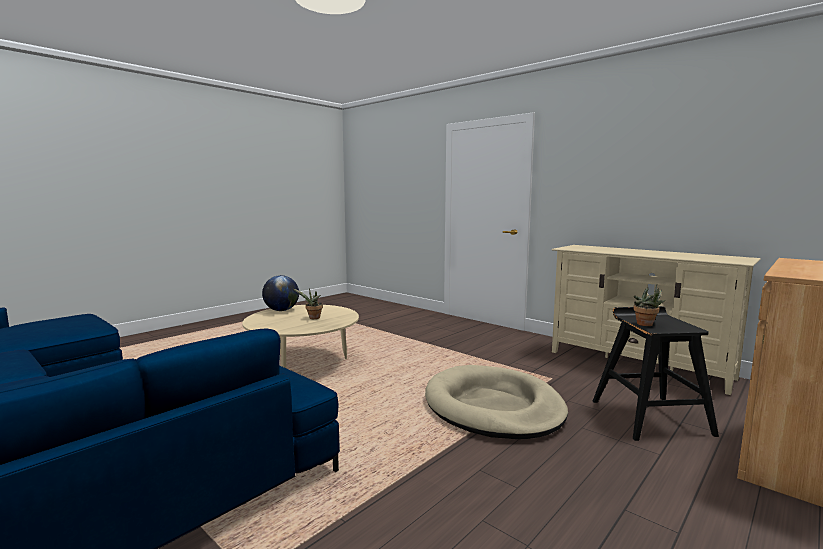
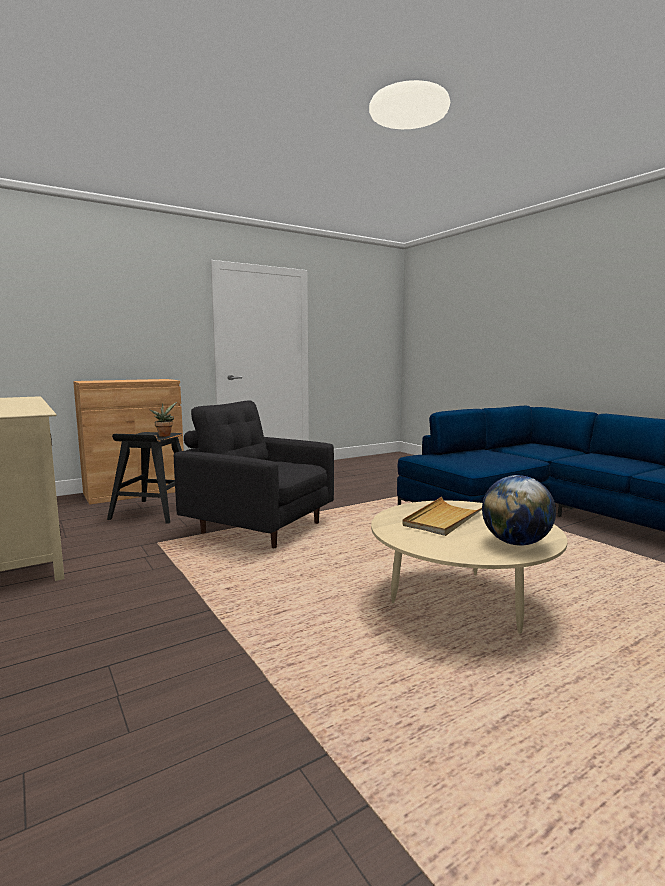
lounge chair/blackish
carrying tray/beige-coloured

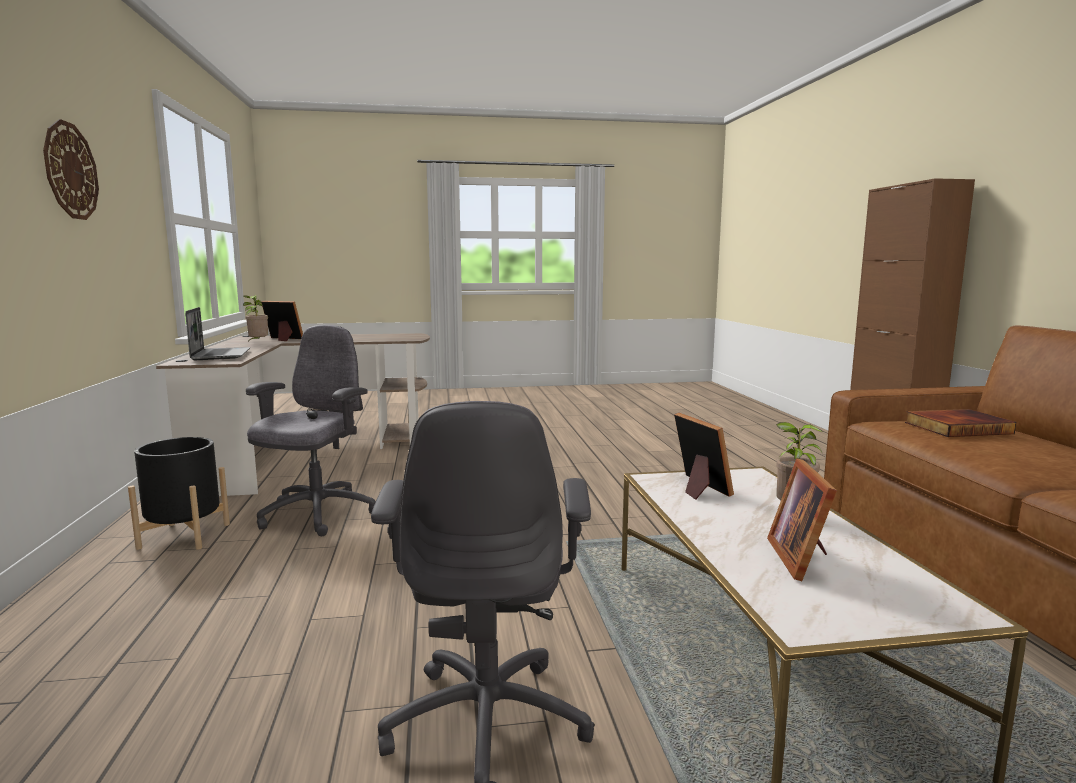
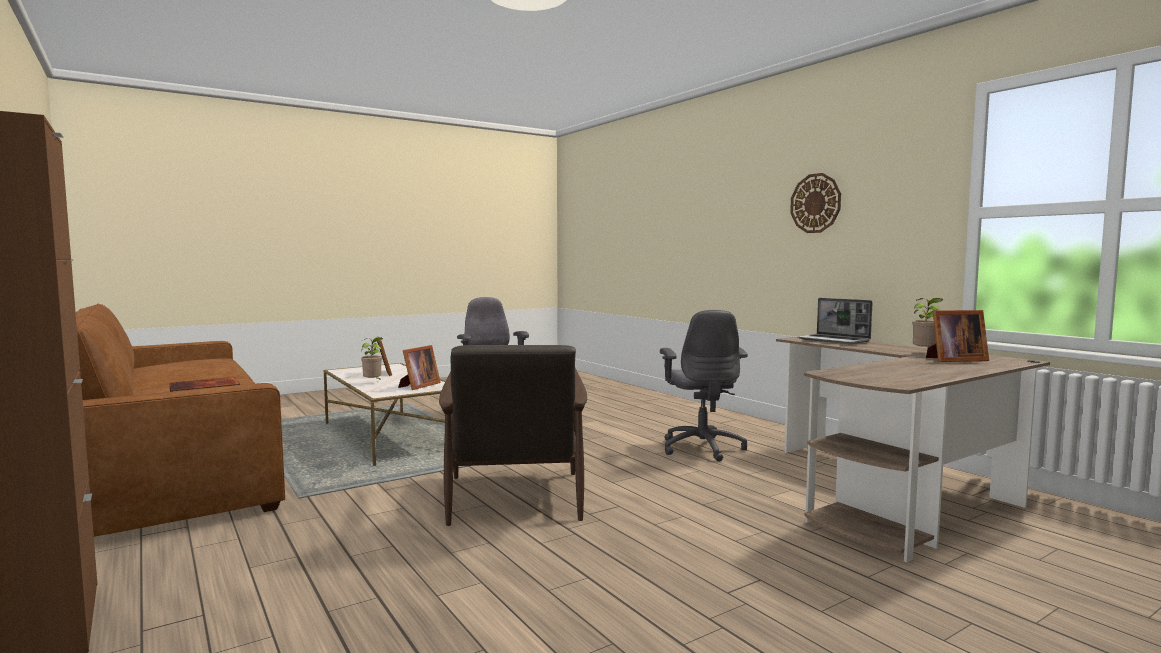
picture frame (2nd from left)
lounge chair/brownish
flower pot/blackish

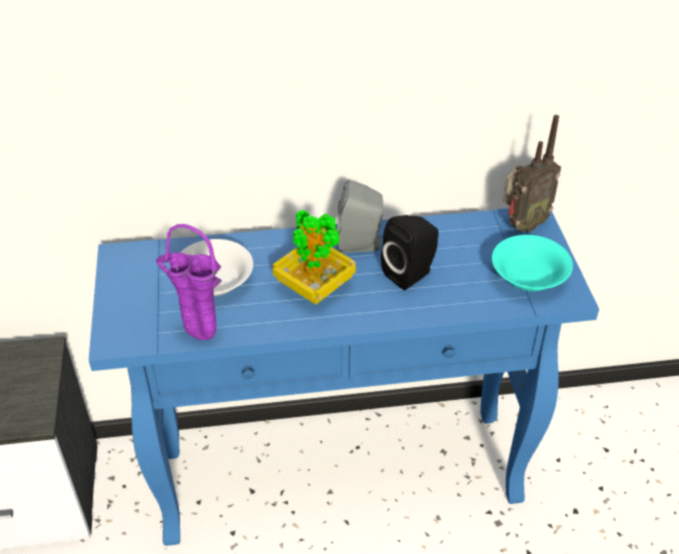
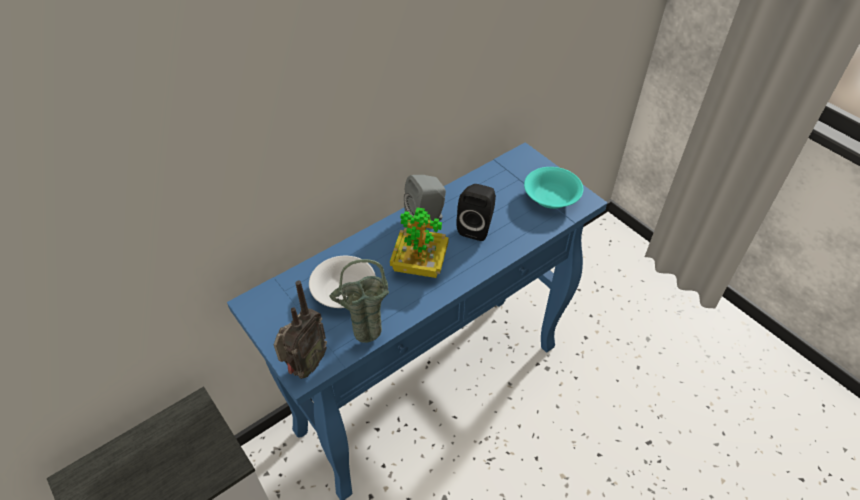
radio receiver
decorative vase/green

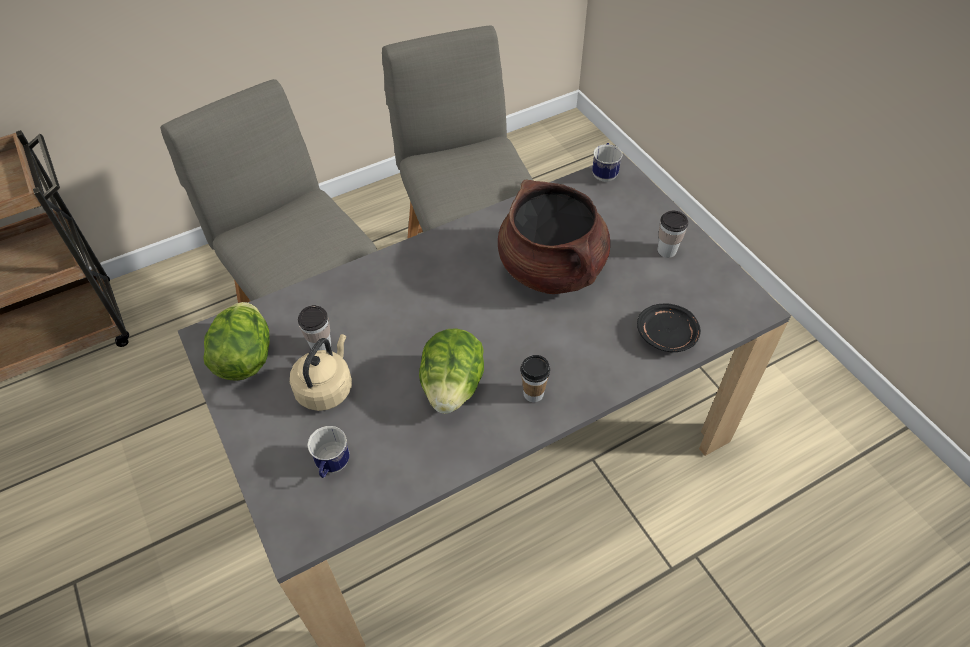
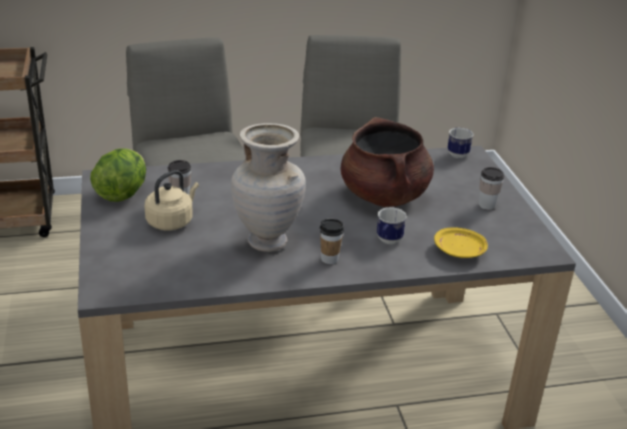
decorative vase/beige-coloured
tea mug (1st from left)
flat dish/yellow-coloured

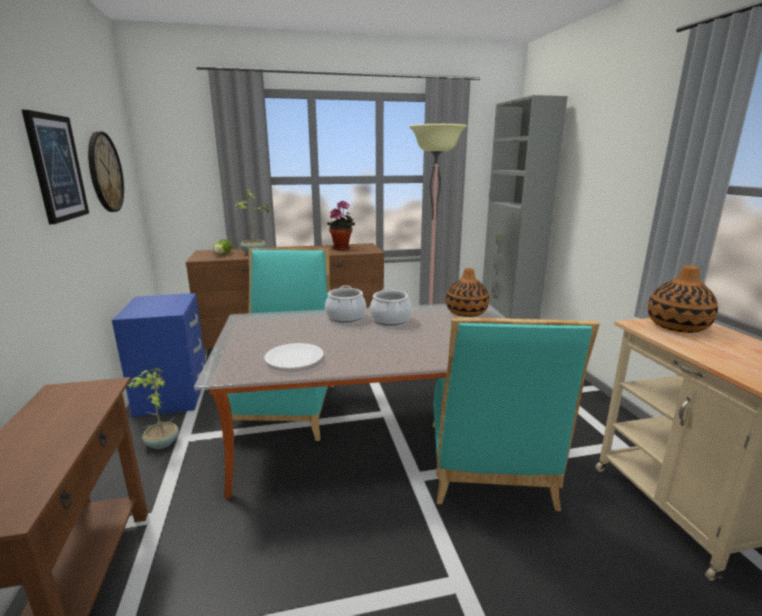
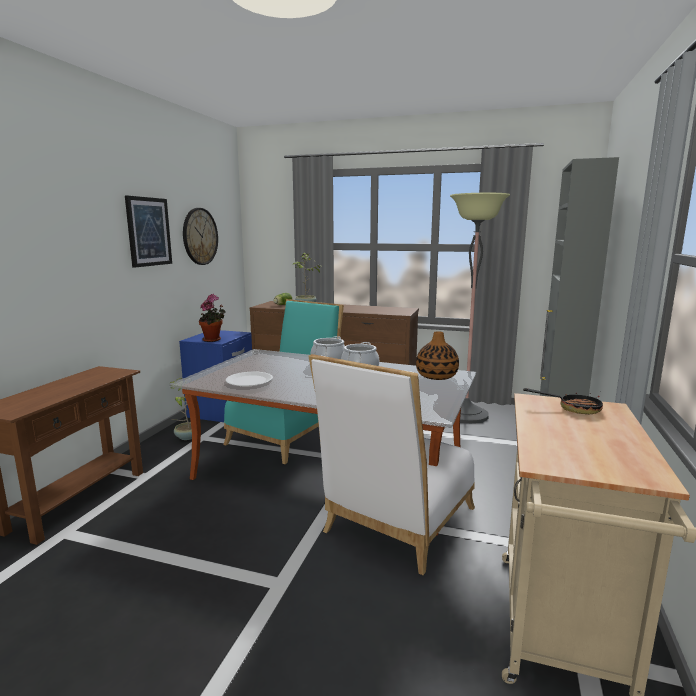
potted plant (2nd from left)
chair/white
pan

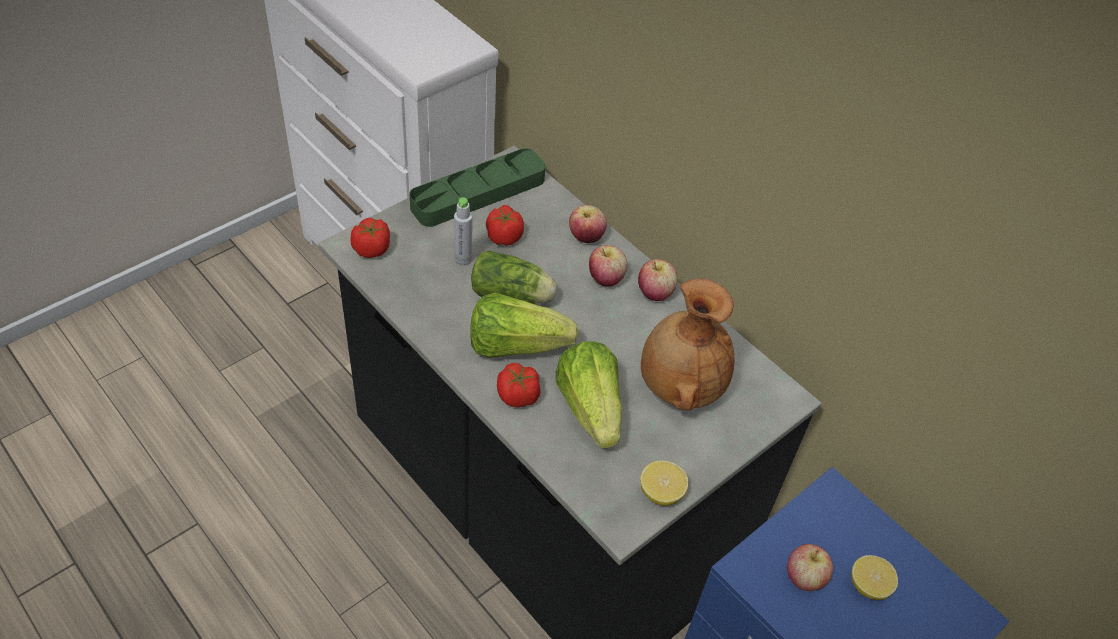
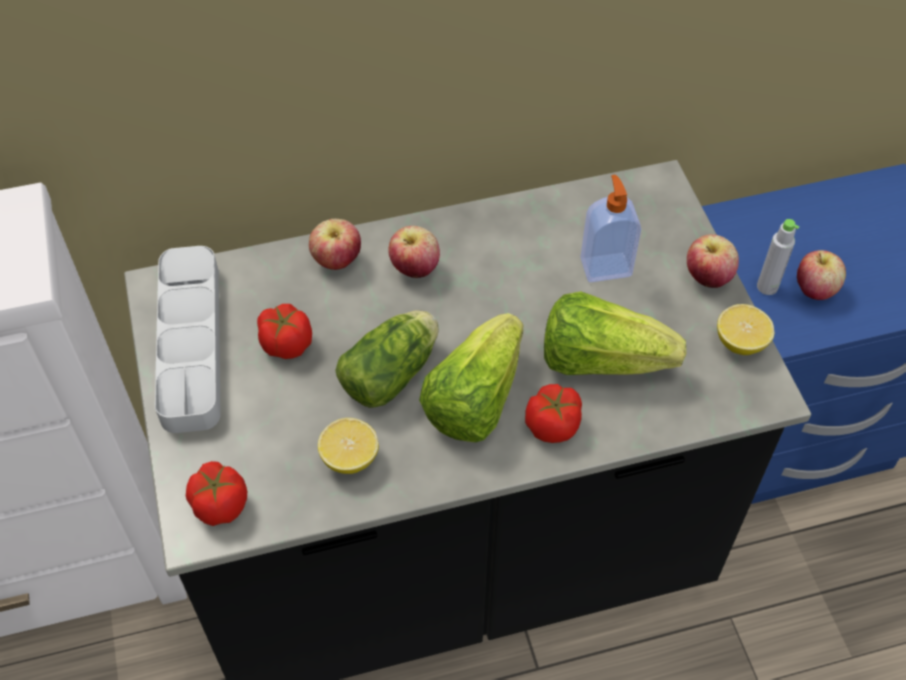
carrying tray/gray
lemon (1st from left)
soap dispenser
whole apple (3rd from left)
beverage bottle/gray

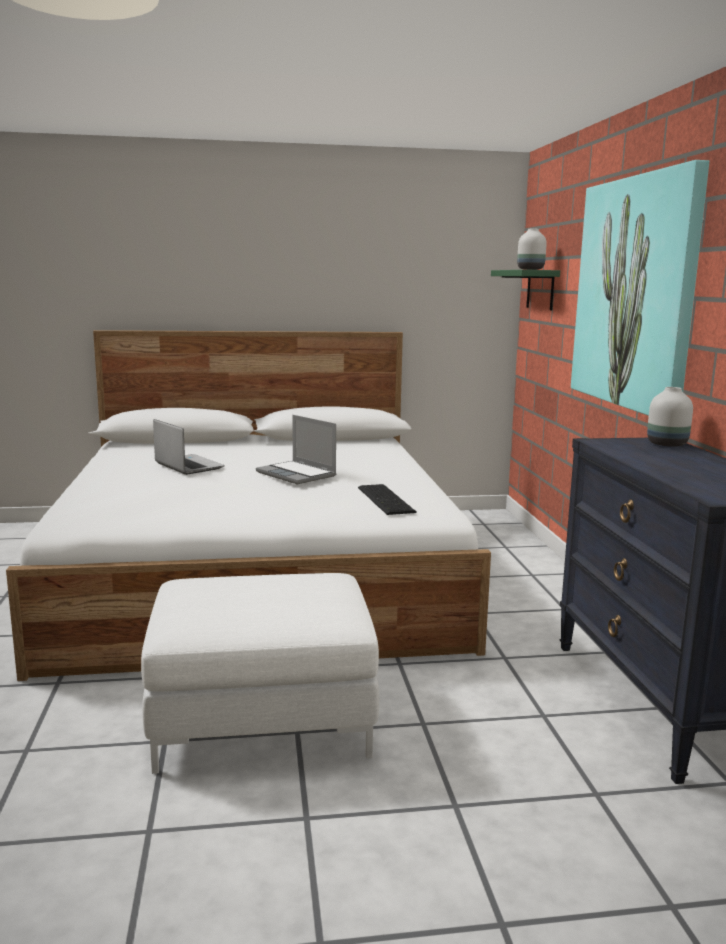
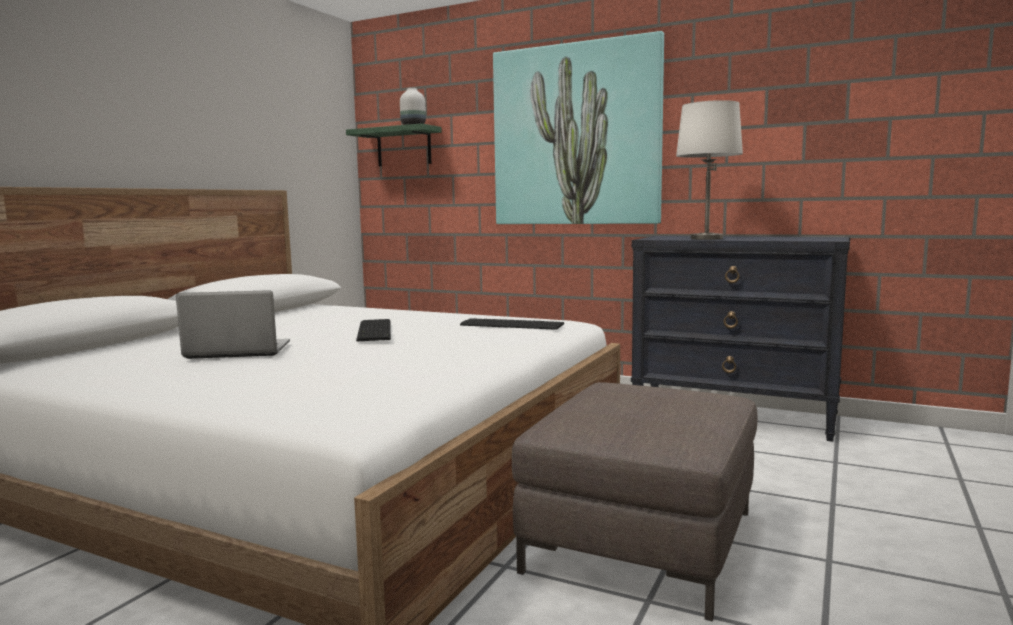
PC keyboard (1st from left)
pouffe/brownish
lamp for a table/white
decorative vase/white (2nd from left in the first image)

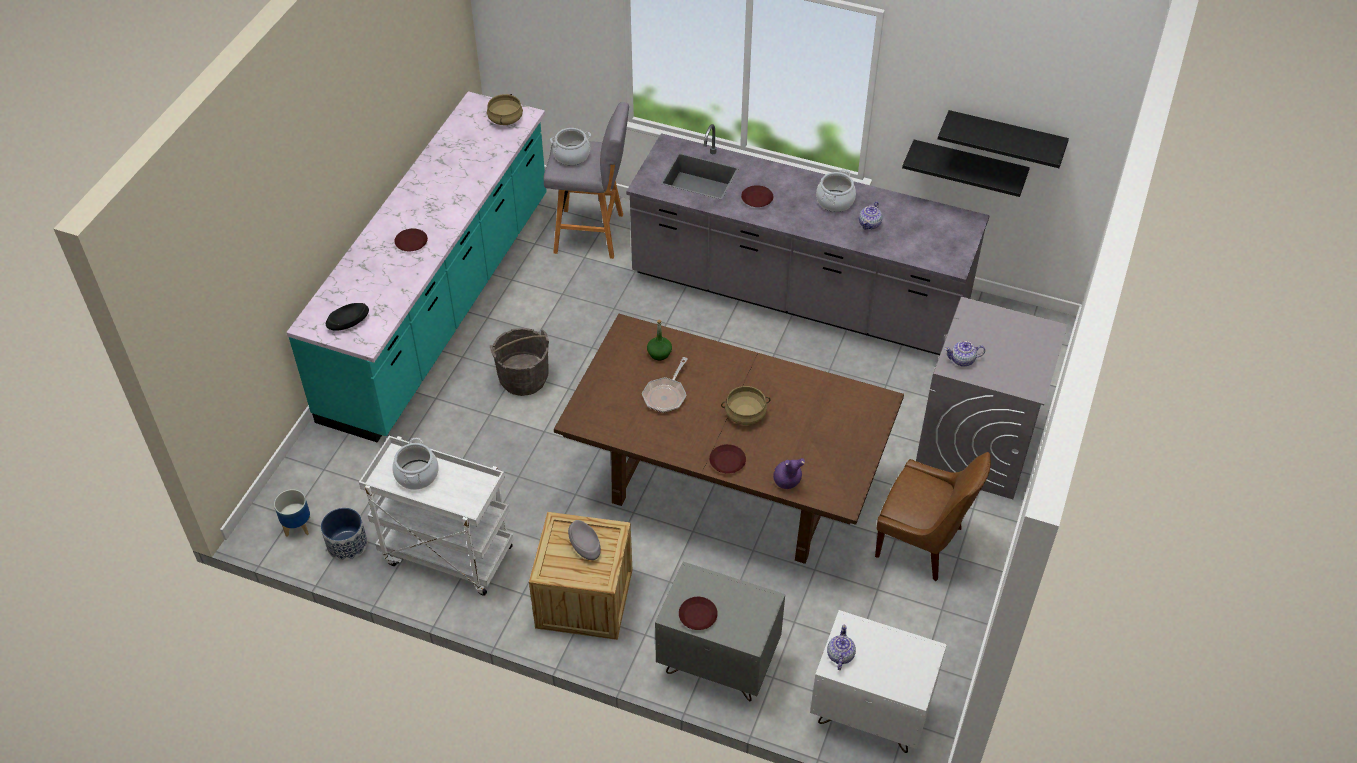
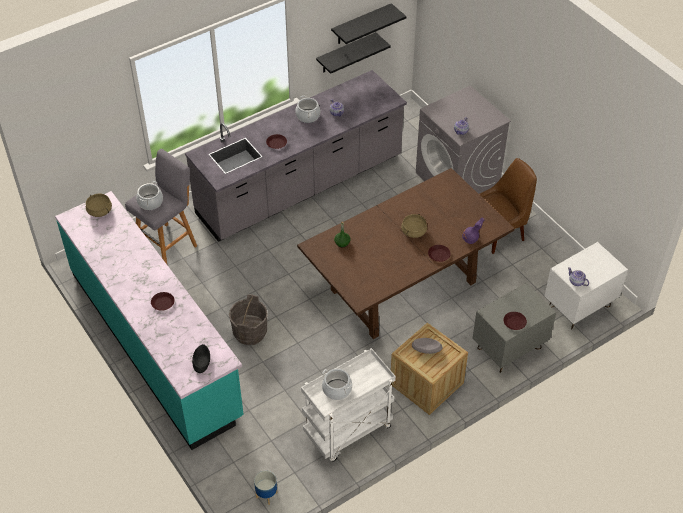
flower pot (2nd from left in the first image)
pan

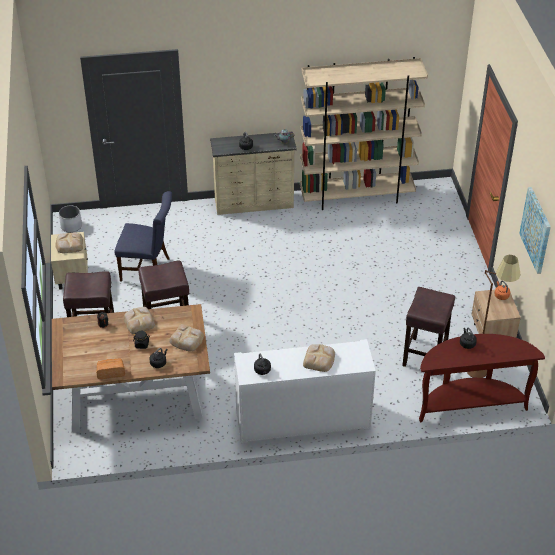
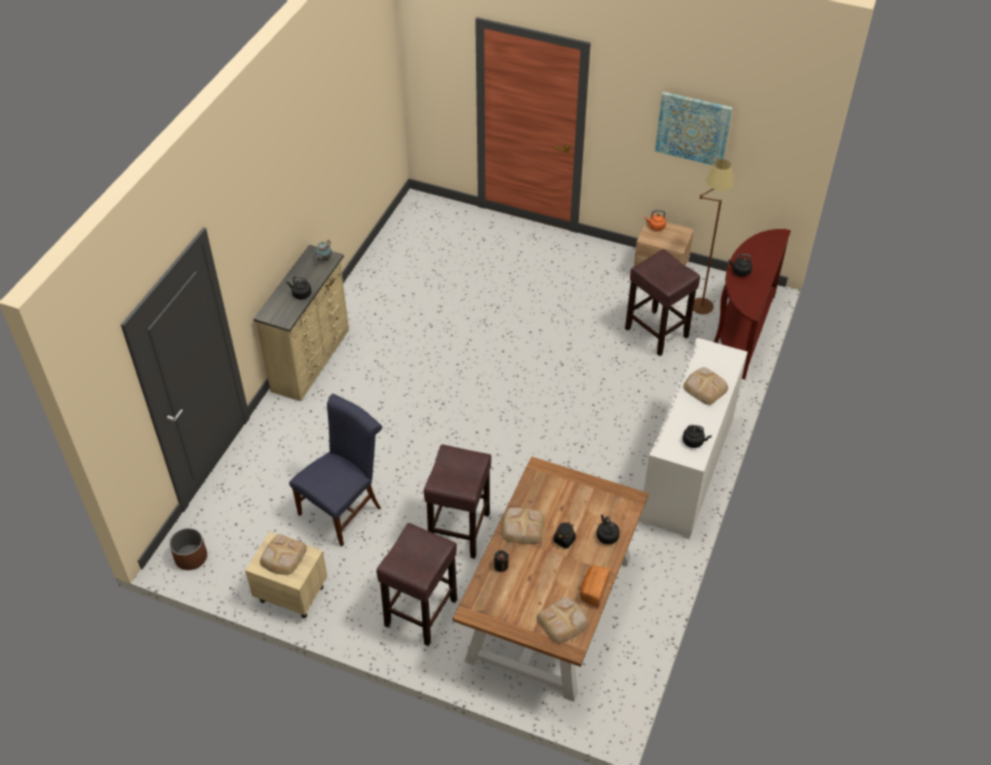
flower pot/brownish
bread (3rd from left)
bookcase/beige-coloured

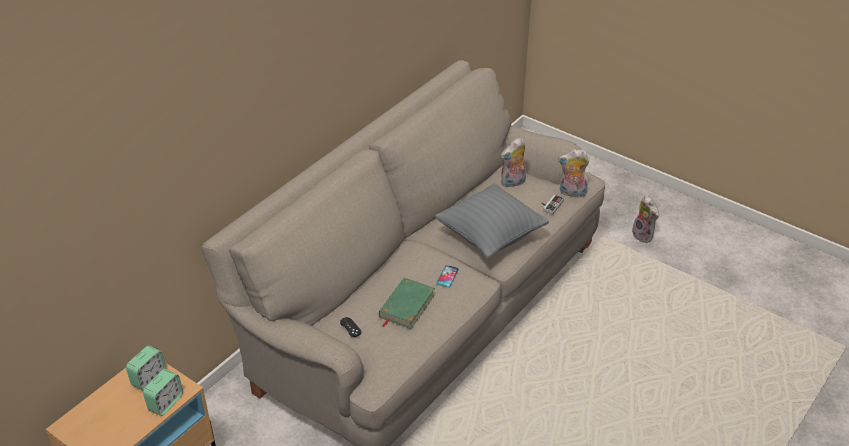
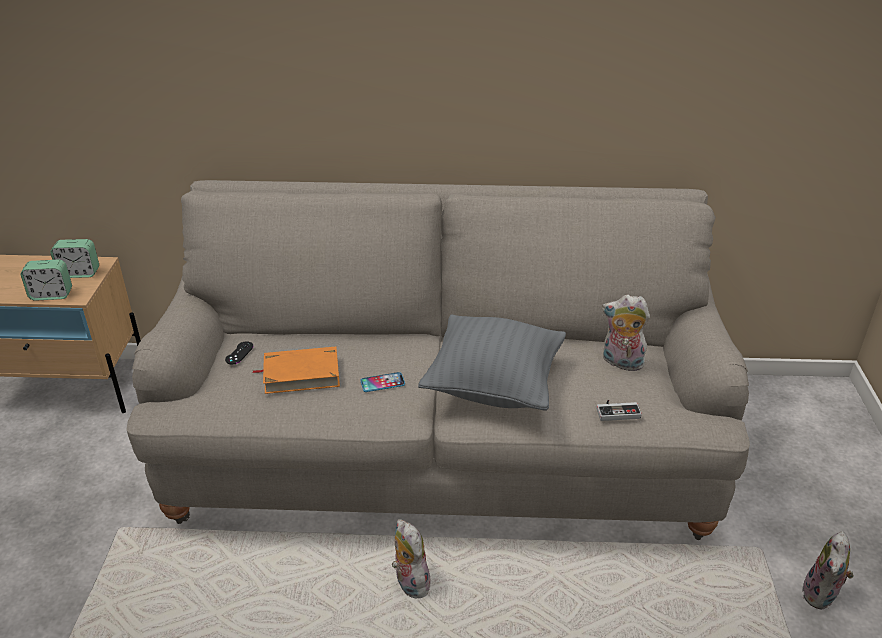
book/orange
cuddly toy (1st from left)

